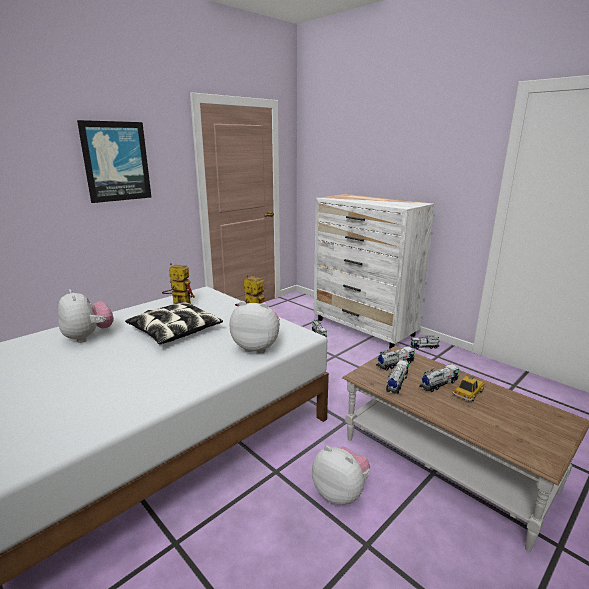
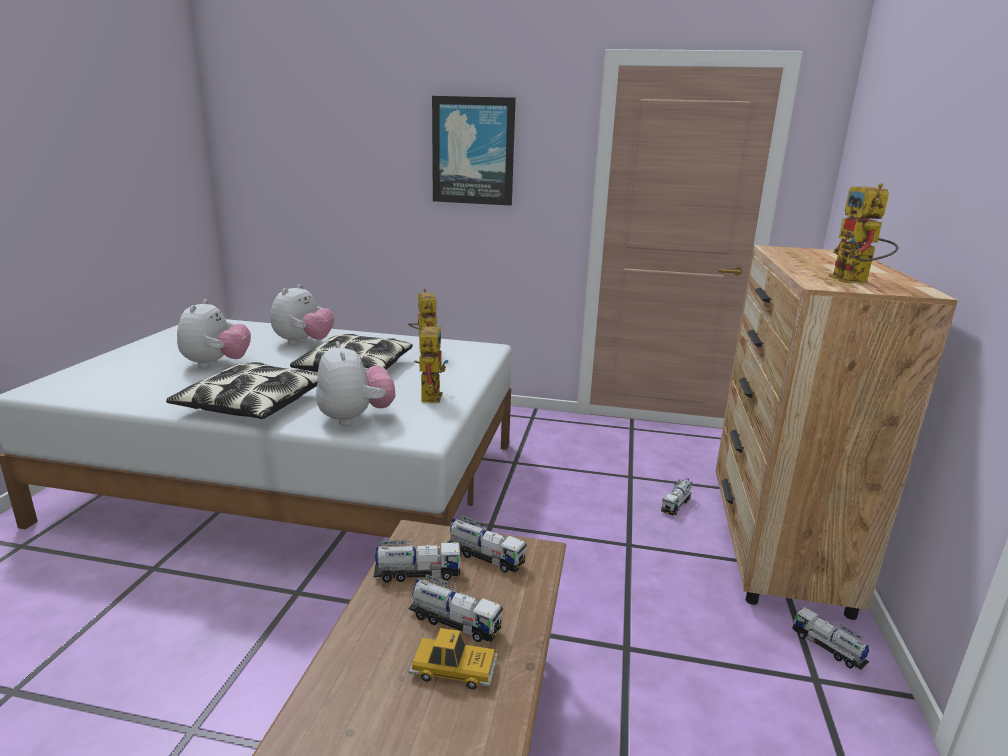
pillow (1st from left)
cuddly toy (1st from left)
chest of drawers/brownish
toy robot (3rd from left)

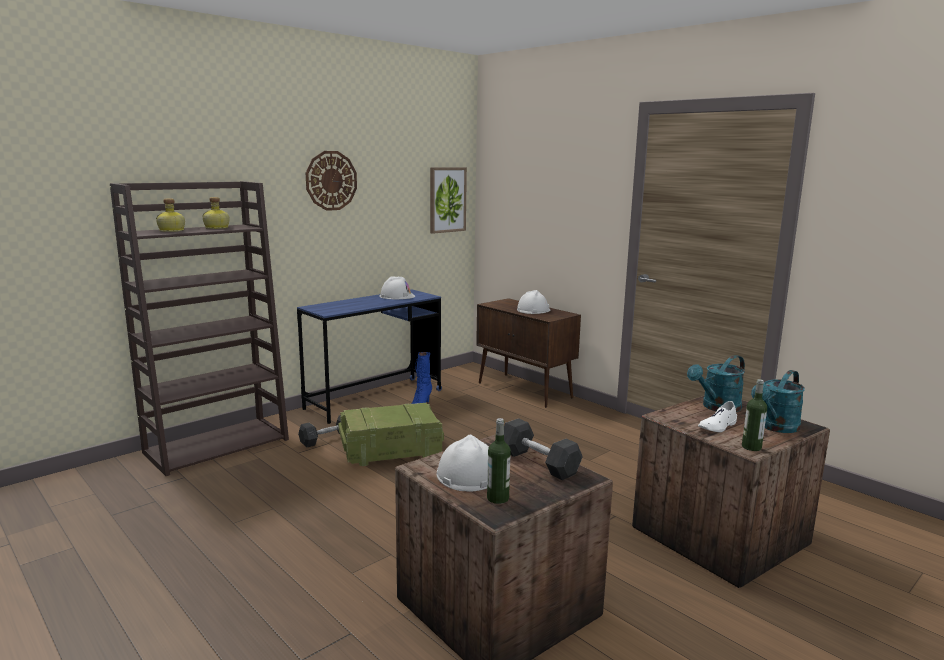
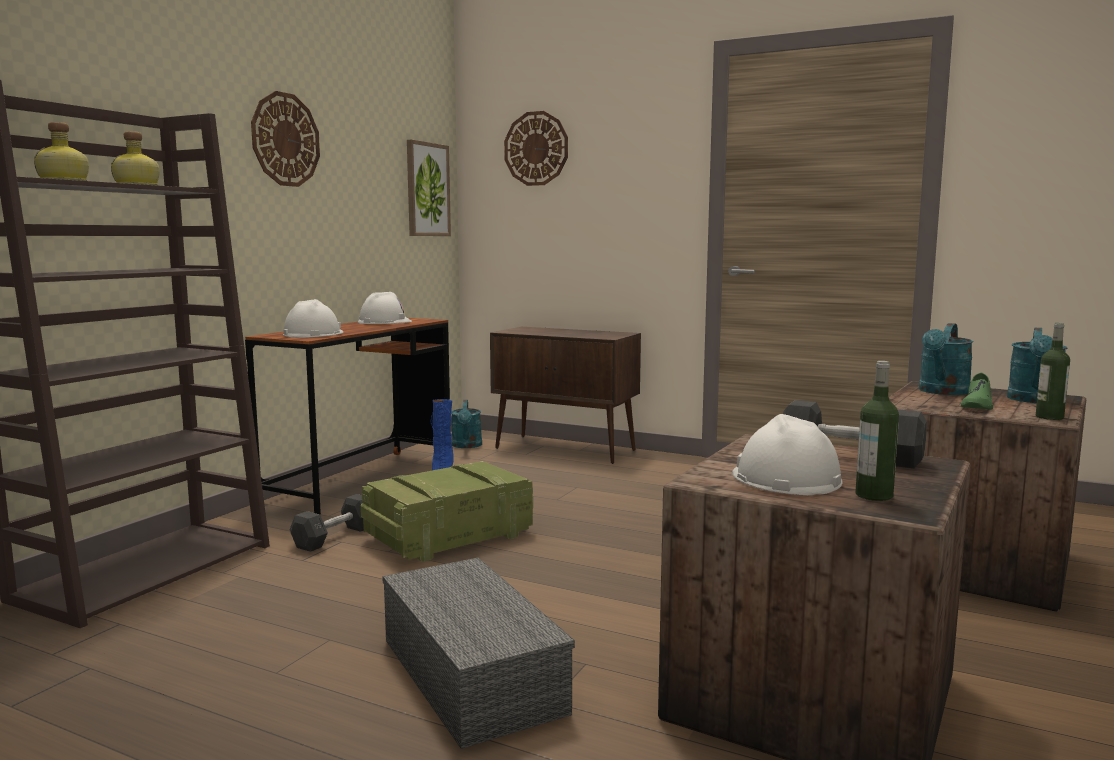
desk unit/brownish
safety helmet/white (1st from left)
storage bin/gray
watering pot/turquoise (1st from left)
clock on the wall (2nd from left)
shoe/green

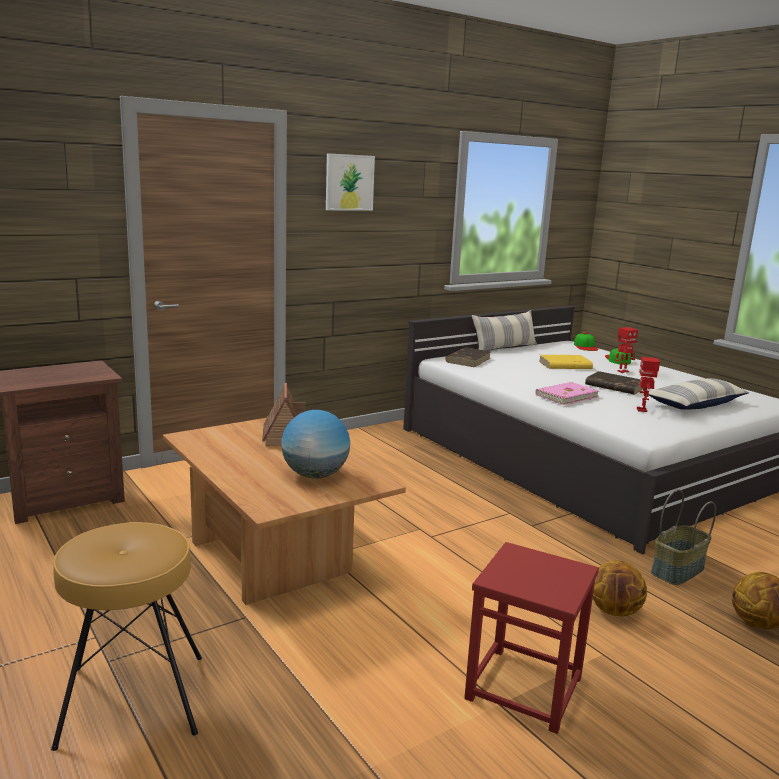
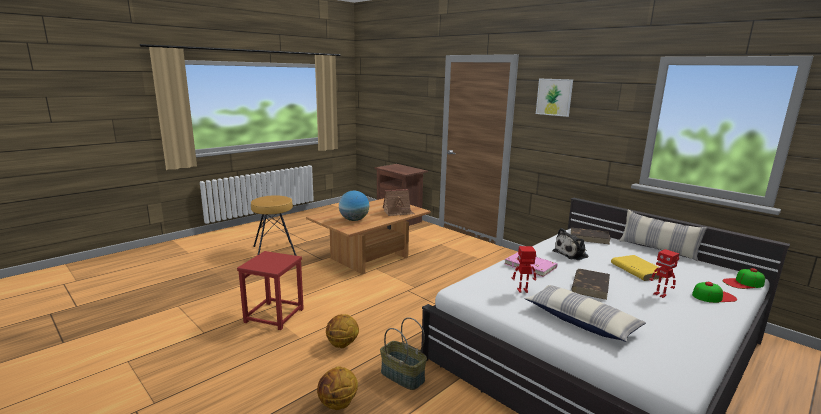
cuddly toy

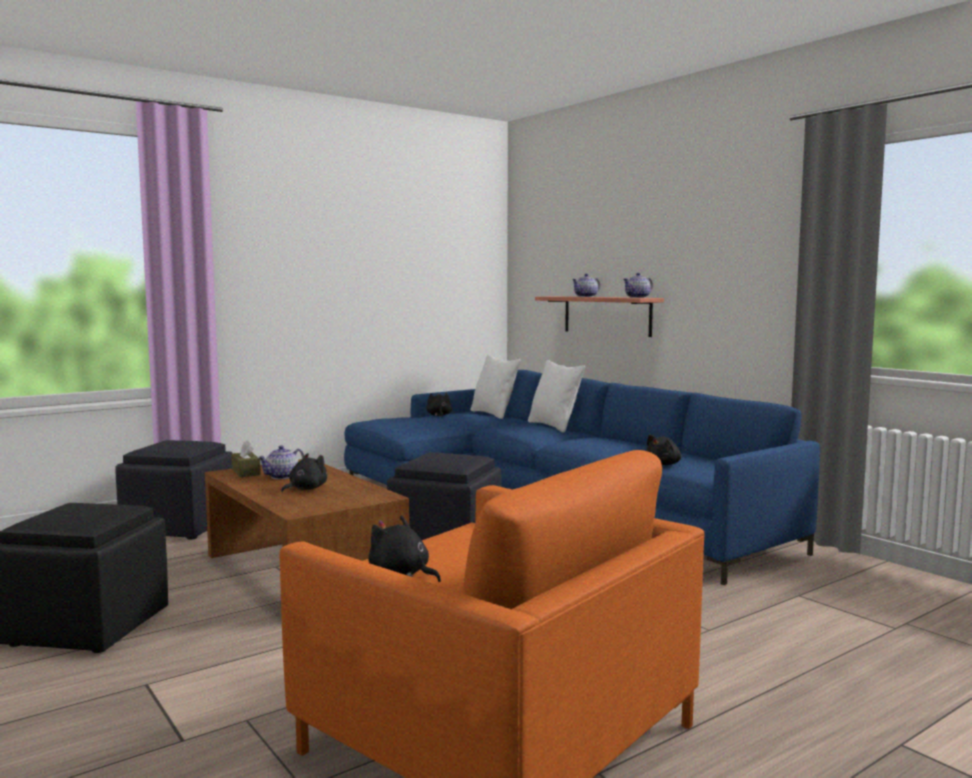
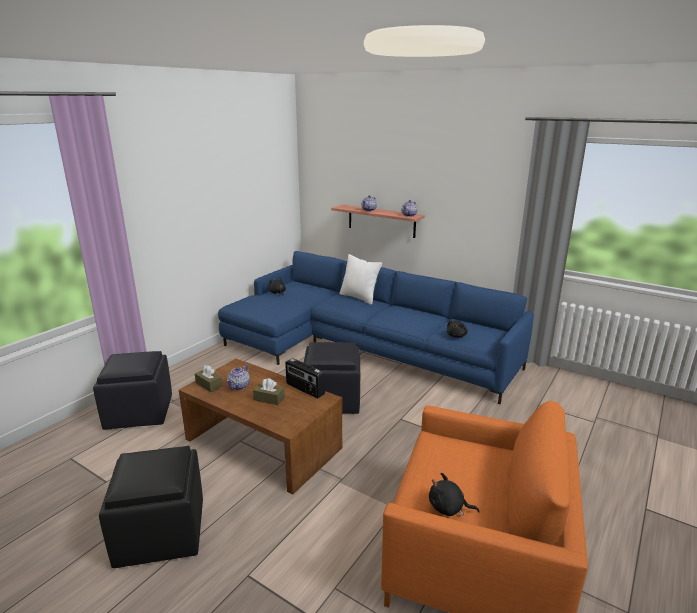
box of tissues/brownish (2nd from left)
radio receiver
pillow/white (1st from left in the first image)

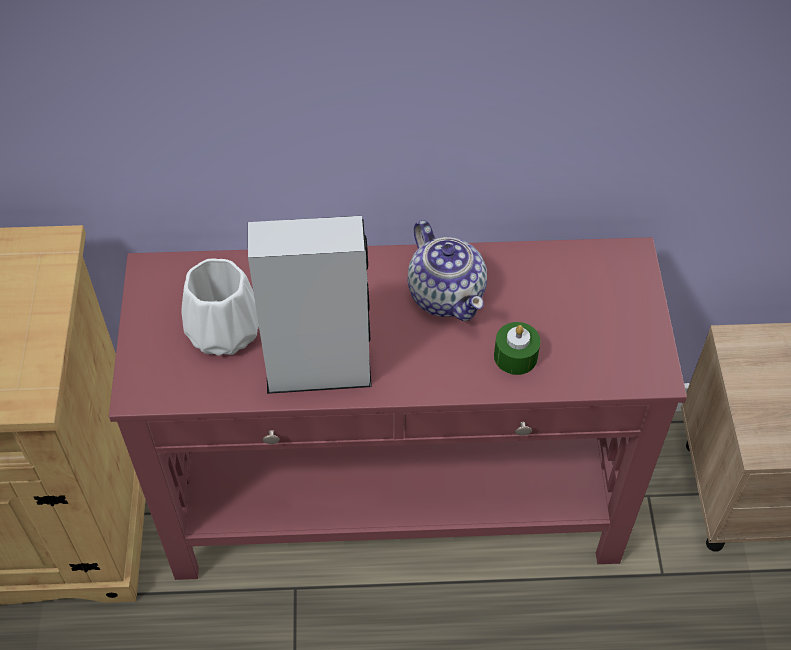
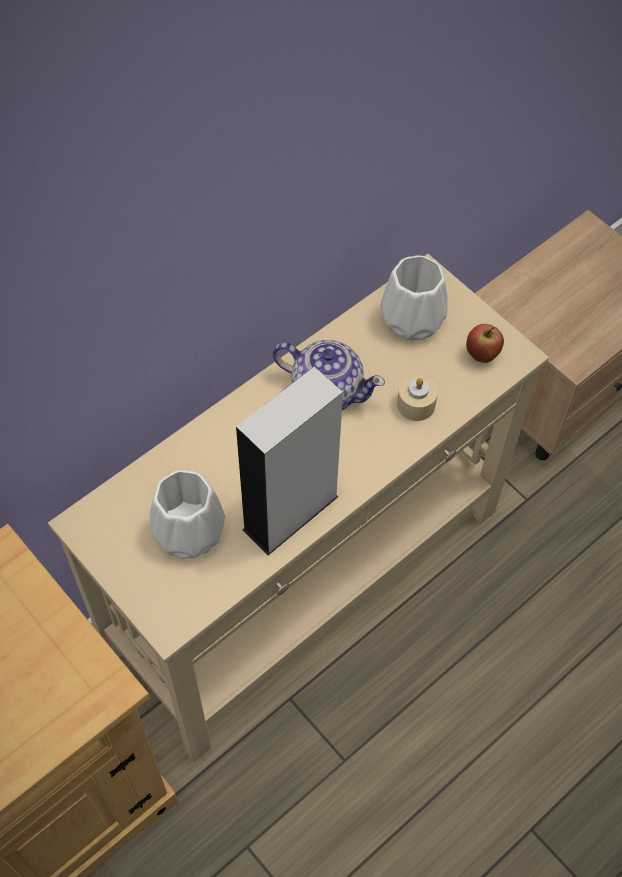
narrow table/beige-coloured
decorative vase/white (2nd from left)
wax light/beige-coloured
whole apple

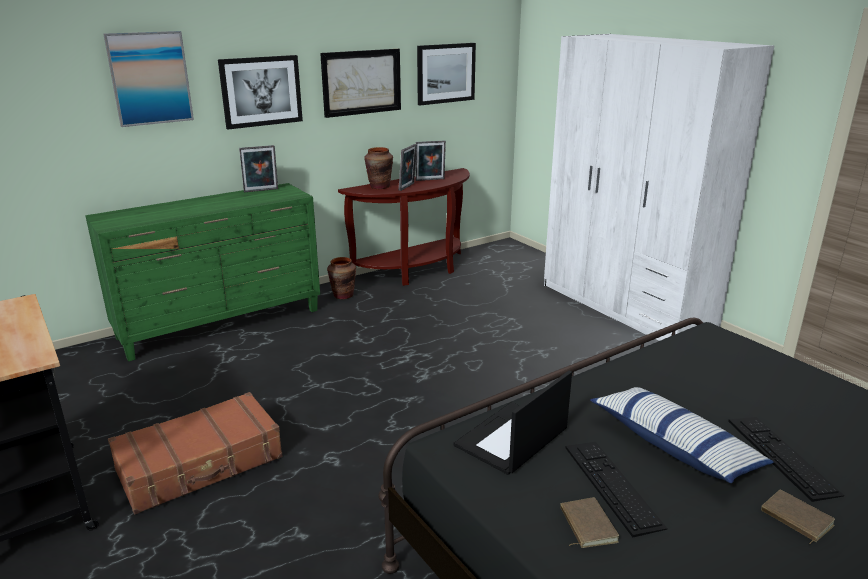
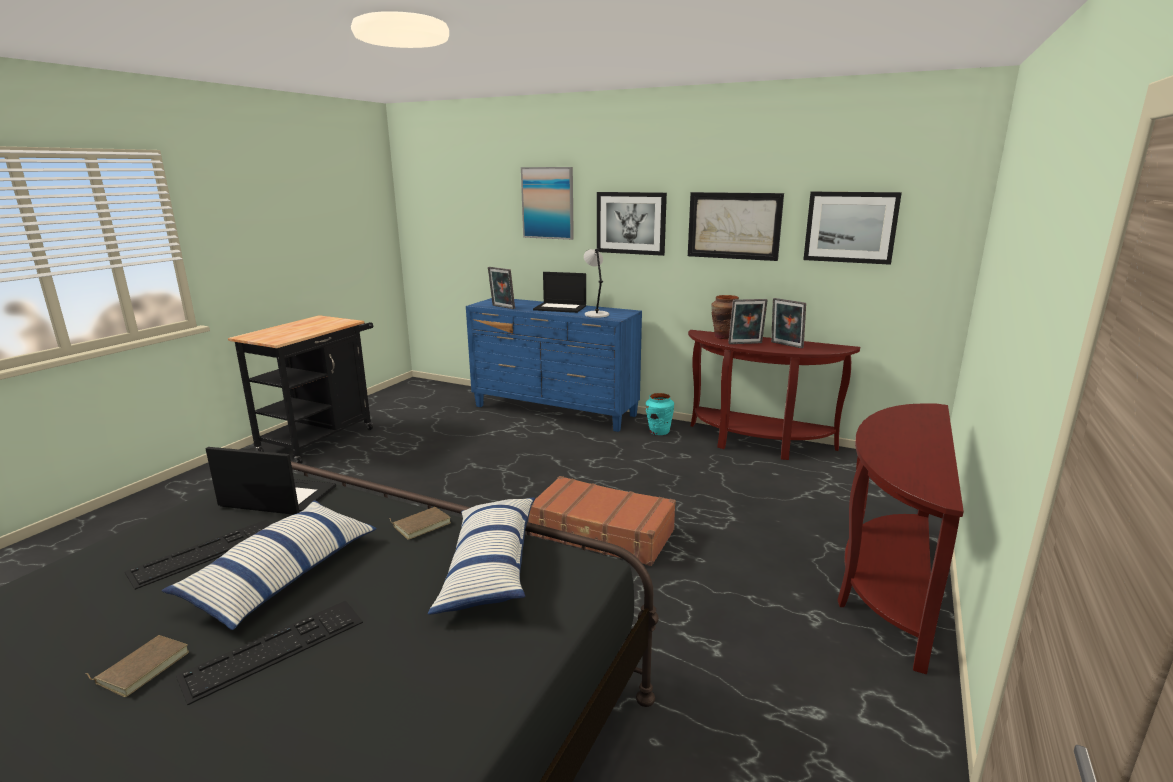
book/brownish (2nd from left)
pillow (2nd from left)
chest of drawers/blue
picture frame (1st from left)
travel case/brownish
portable computer (2nd from left)
lamp for a table/gray
decorative vase/turquoise
narrow table/brownish (2nd from left)

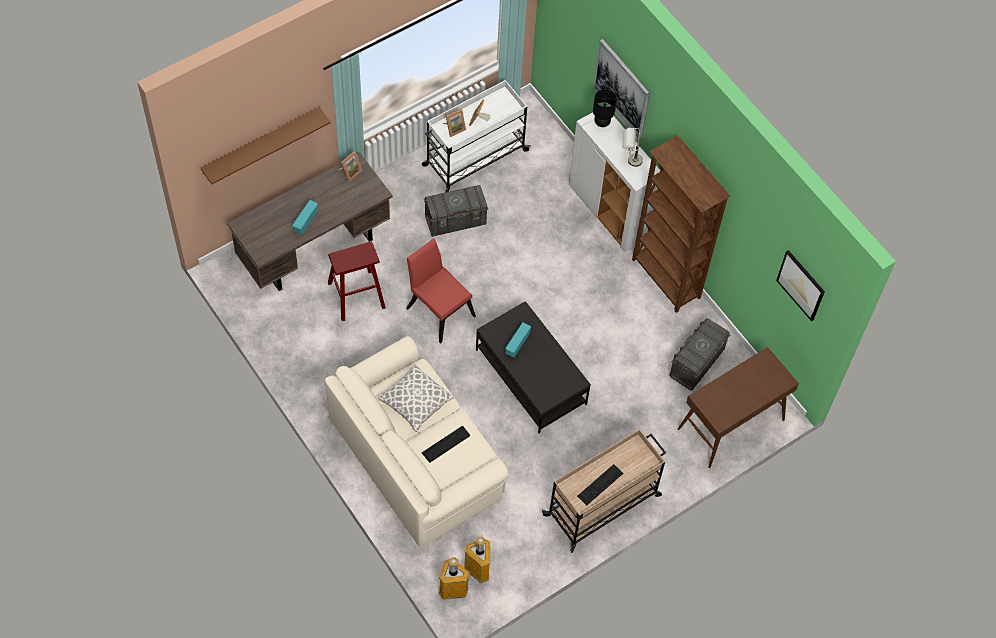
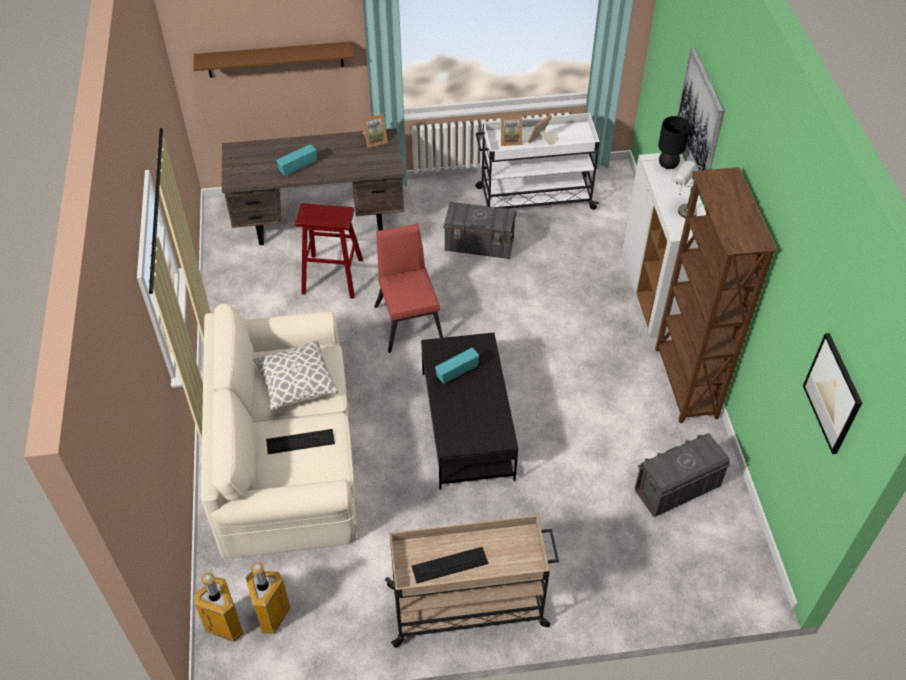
narrow table/brownish

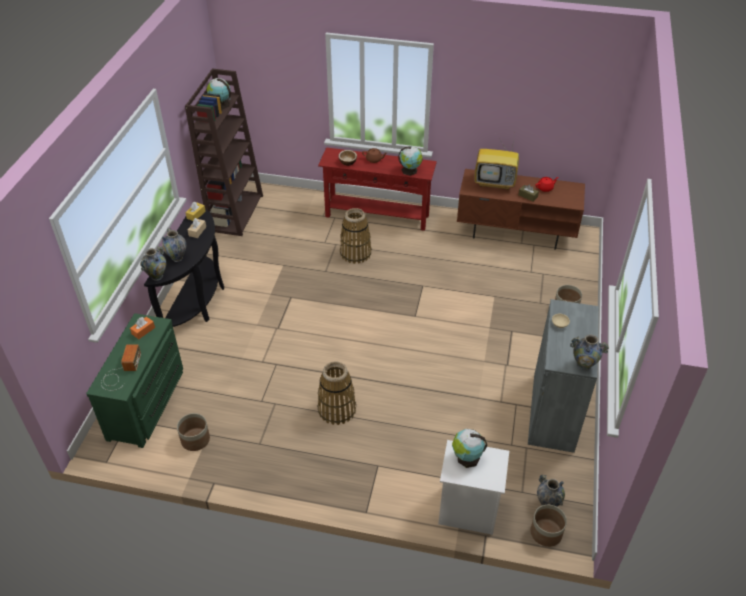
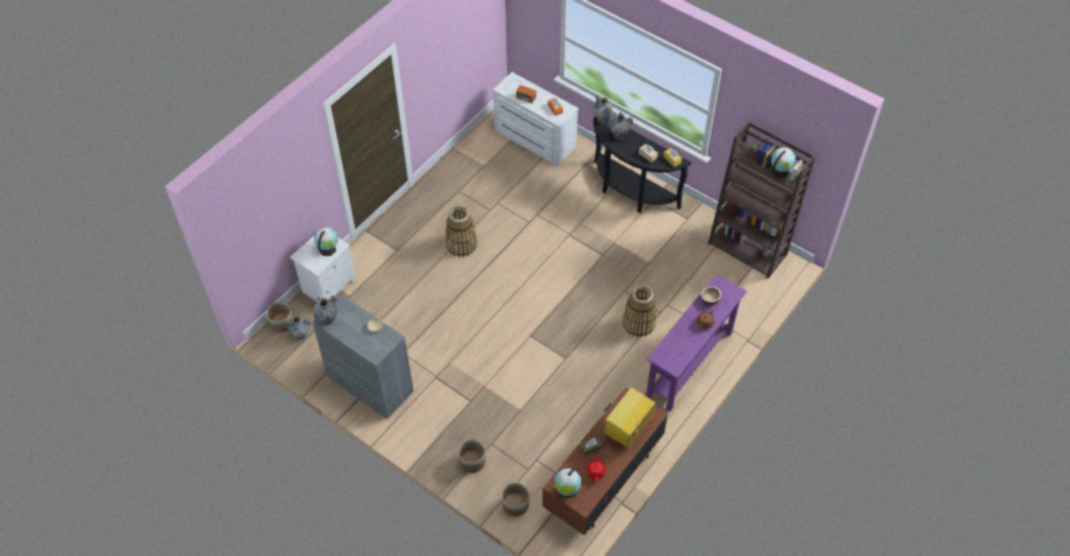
chest of drawers/white
flower pot (3rd from left)
world globe (2nd from left)
narrow table/purplish

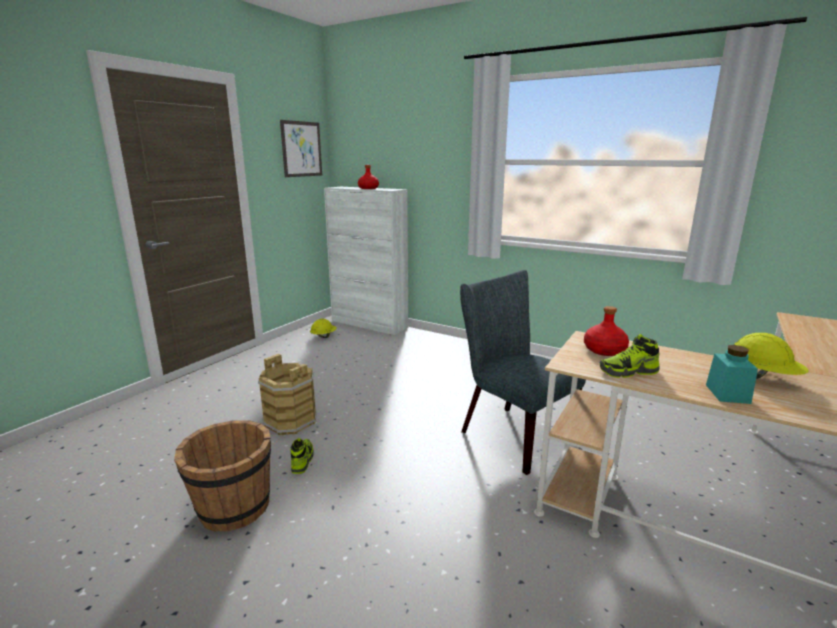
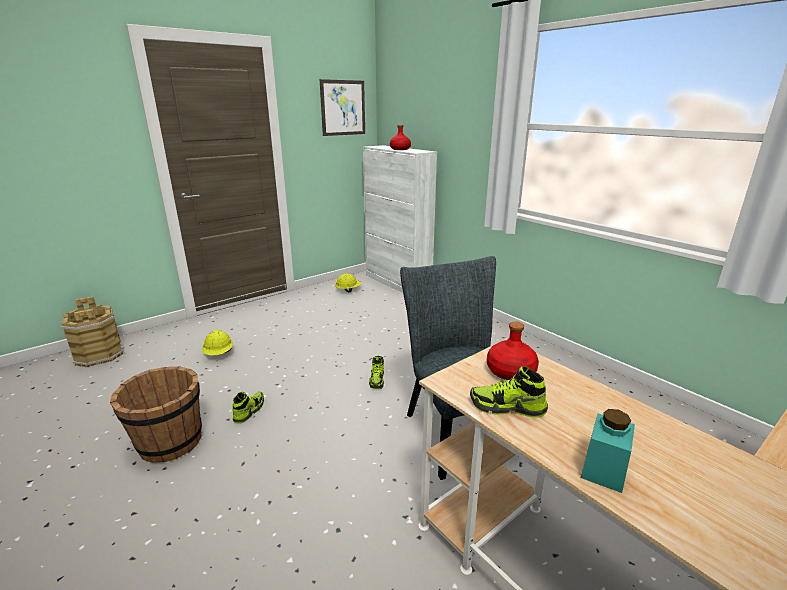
water bucket/brownish (1st from left)
safety helmet/yellow-coloured (1st from left)
shoe (2nd from left)

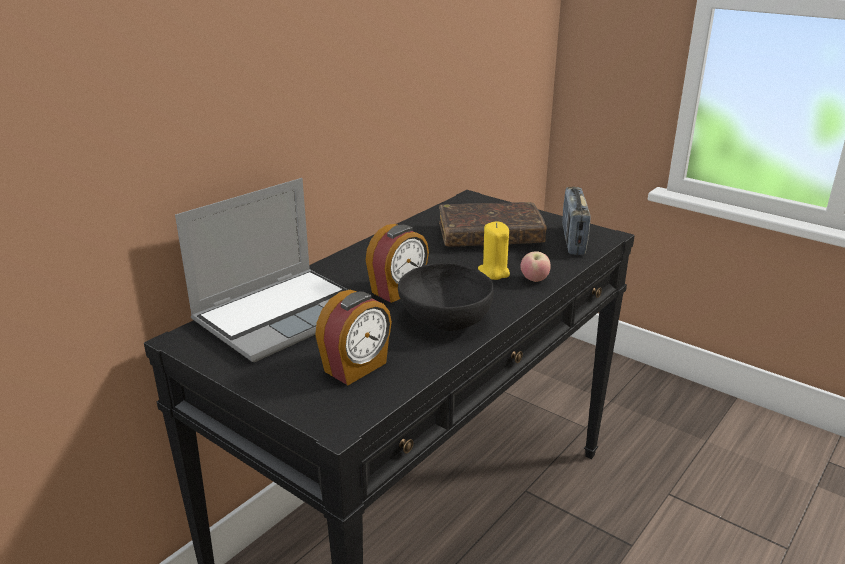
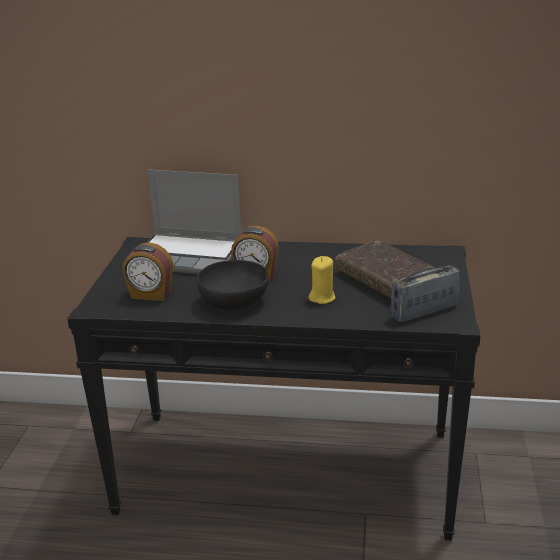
whole apple

